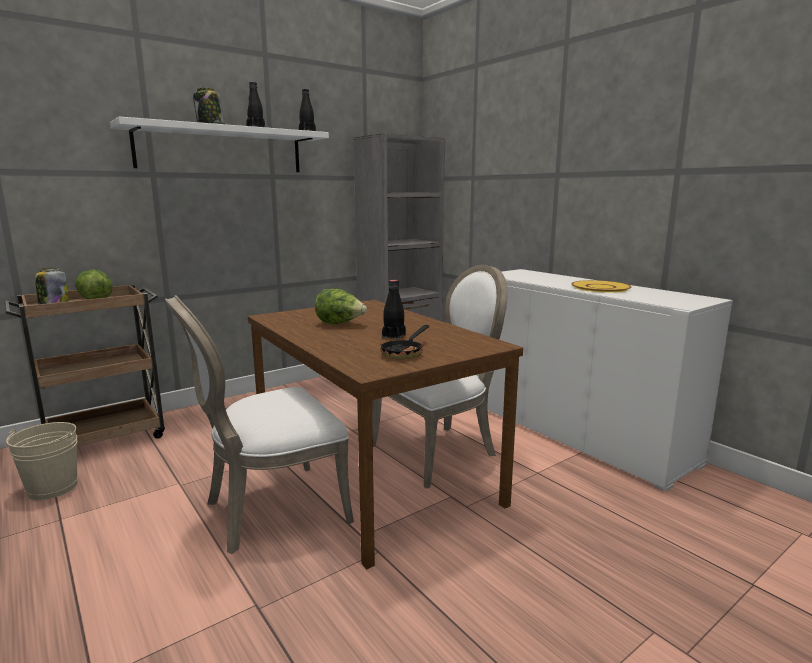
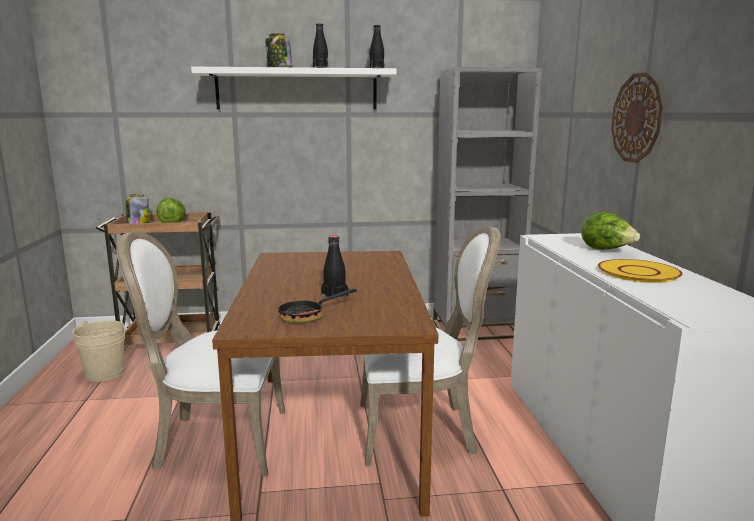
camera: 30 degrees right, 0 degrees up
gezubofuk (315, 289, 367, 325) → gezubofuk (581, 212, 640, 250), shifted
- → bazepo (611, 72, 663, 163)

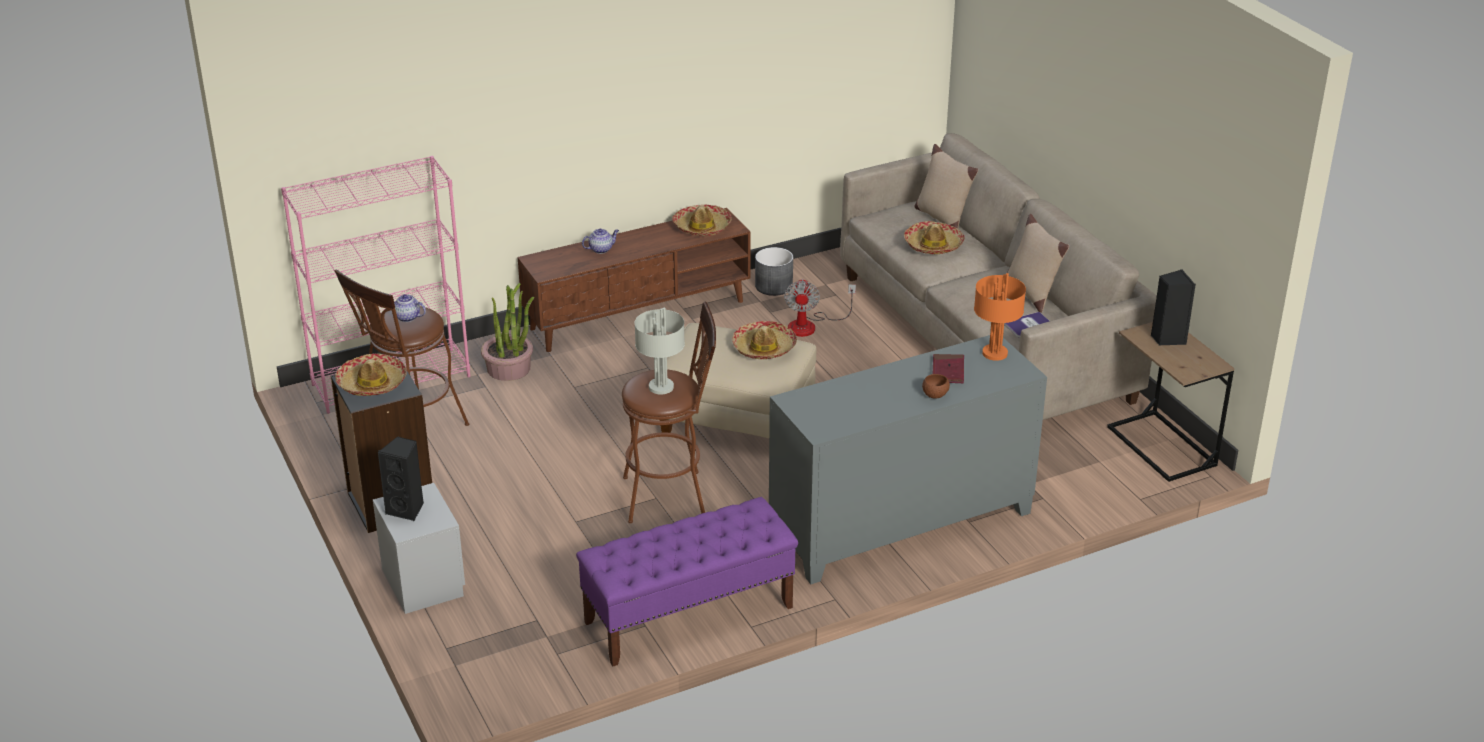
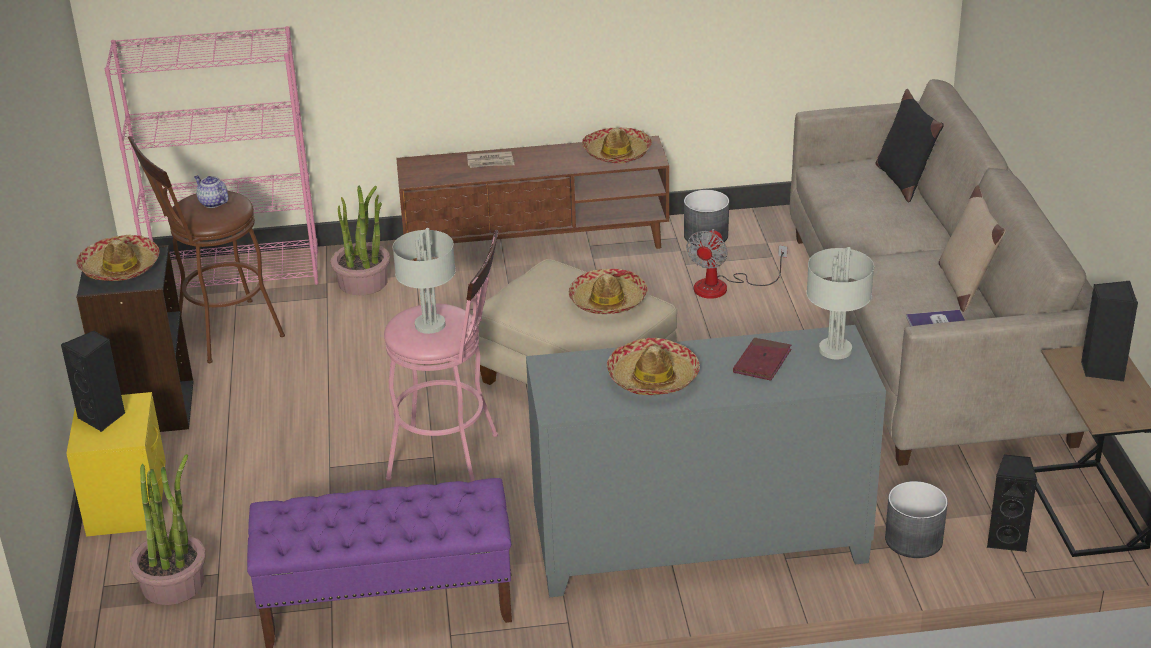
camera: 20 degrees right, 0 degrees up
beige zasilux (914, 144, 978, 229) → black zasilux (876, 89, 943, 202)
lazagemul (904, 221, 965, 254) → lazagemul (607, 338, 700, 395), shifted
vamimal (582, 229, 619, 254) → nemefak (467, 151, 514, 168)
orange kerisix (974, 273, 1026, 361) → grey kerisix (807, 247, 874, 359)
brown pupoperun (622, 302, 716, 523) → pink pupoperun (384, 230, 499, 482)
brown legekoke (922, 374, 950, 399) → -
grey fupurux (373, 483, 465, 614) → yellow fupurux (66, 392, 166, 537)
- → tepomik (129, 454, 206, 605)
- → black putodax (986, 454, 1037, 552)
- → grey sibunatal (885, 481, 948, 558)

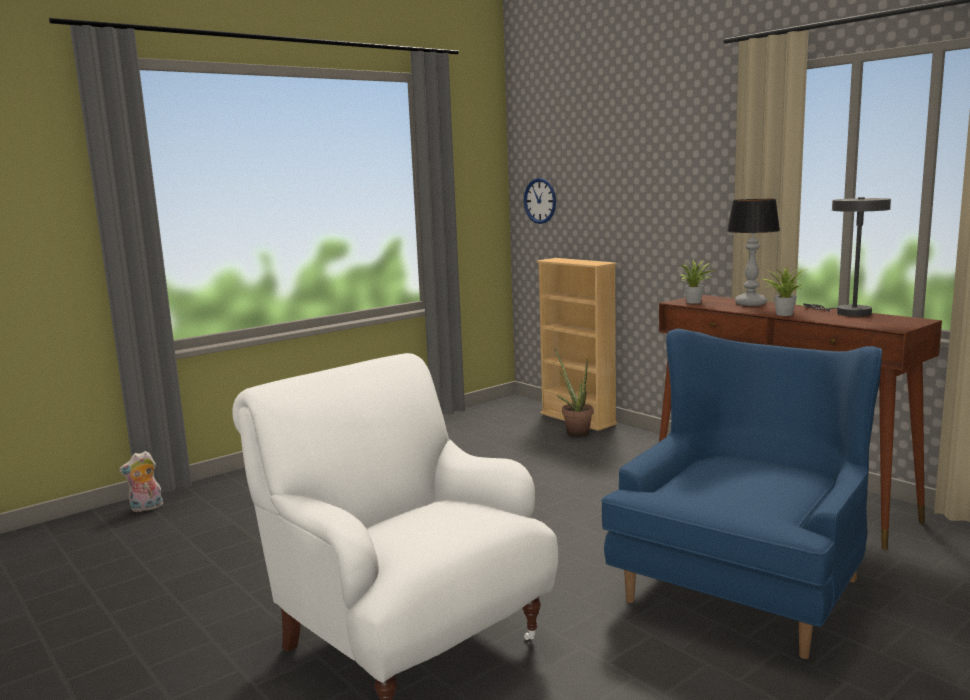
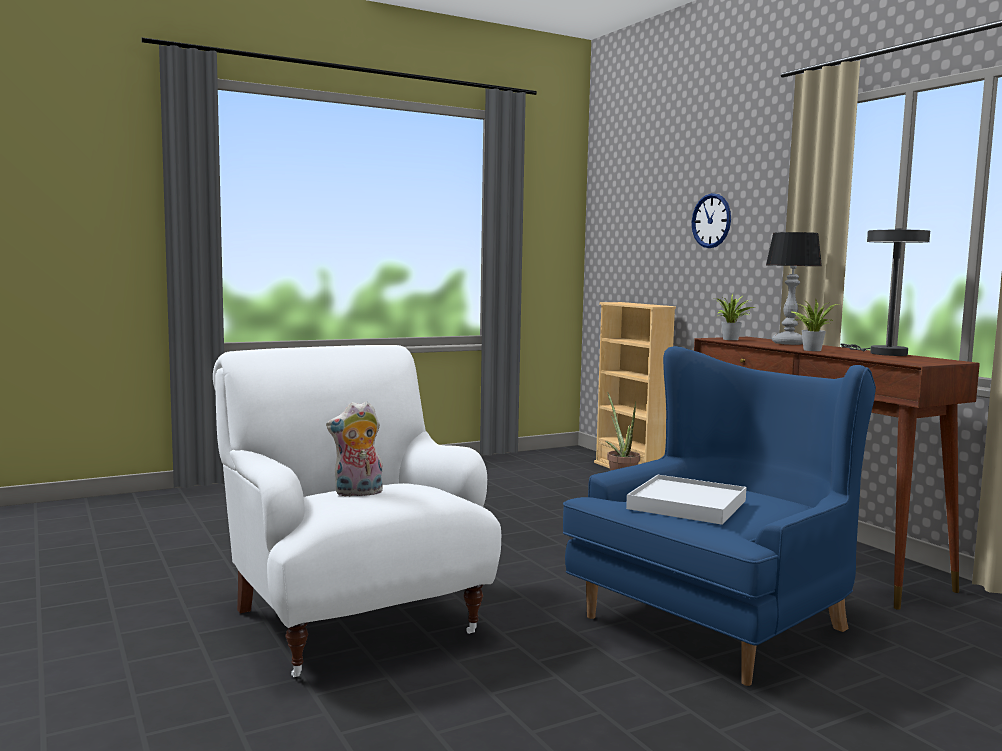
camera: 10 degrees right, 5 degrees down
bazepo (524, 178, 556, 224) → bazepo (692, 193, 731, 248), shifted
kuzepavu (119, 451, 163, 513) → kuzepavu (326, 401, 383, 497), shifted
- → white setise (626, 475, 746, 525)

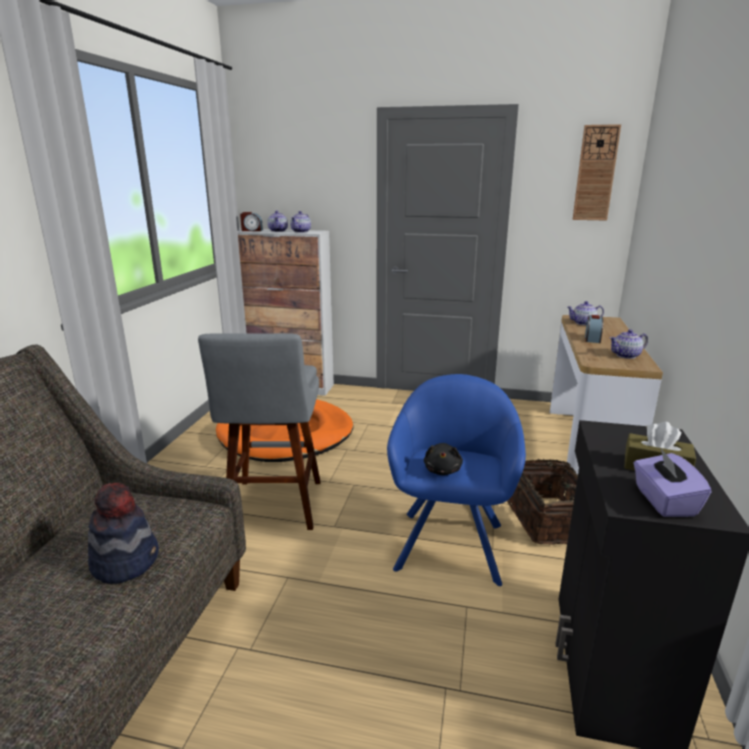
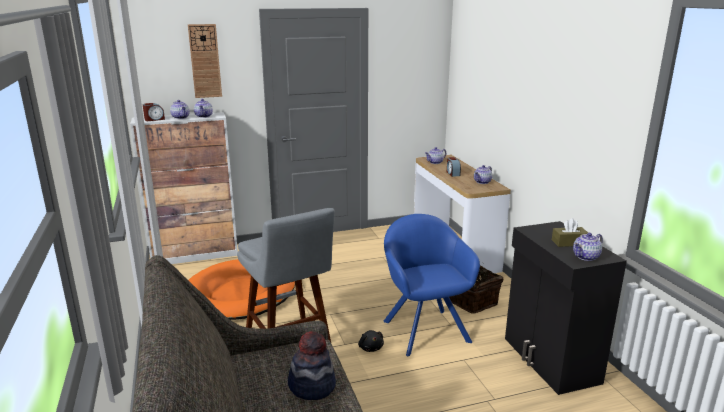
camera: 30 degrees left, 0 degrees up
bazepo (572, 124, 621, 221) → bazepo (188, 24, 222, 98), shifted
black kuzepavu (424, 443, 463, 475) → black kuzepavu (358, 330, 384, 352), shifted
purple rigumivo (634, 449, 711, 517) → vamimal (573, 233, 603, 261)

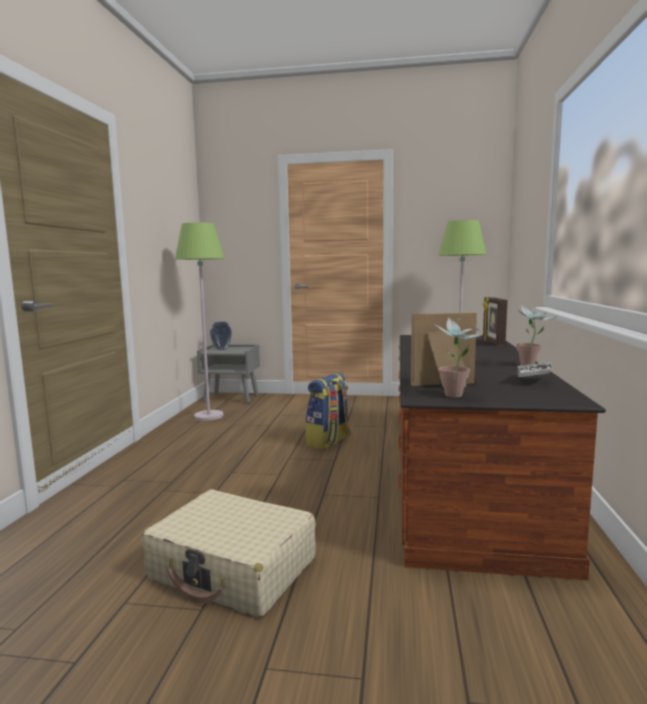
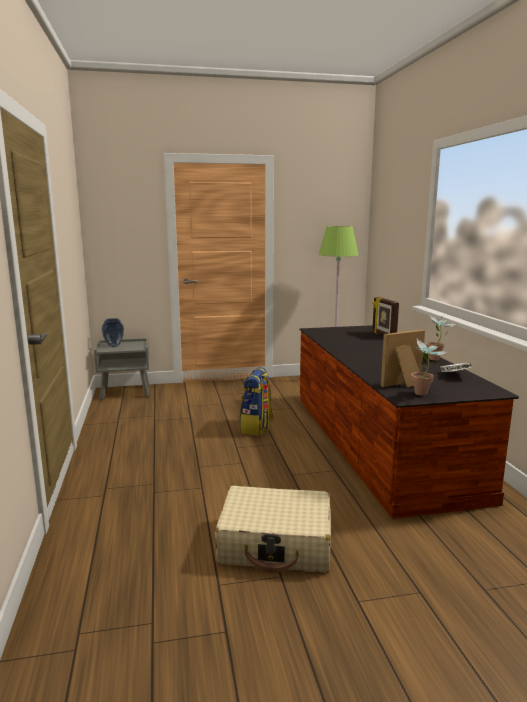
camera: 20 degrees left, 5 degrees up
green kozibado (175, 222, 225, 421) → -

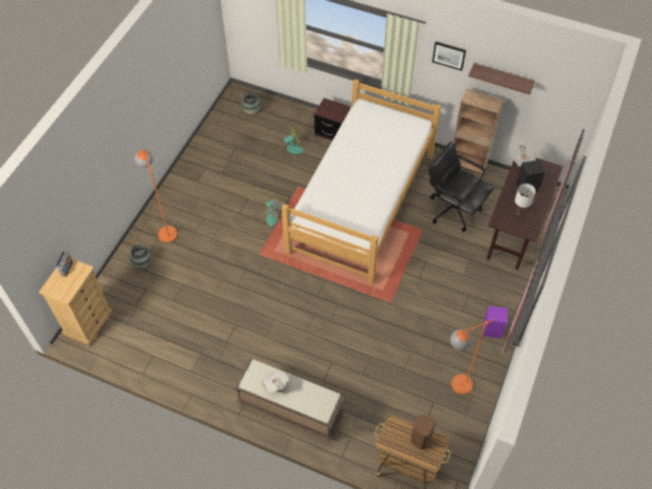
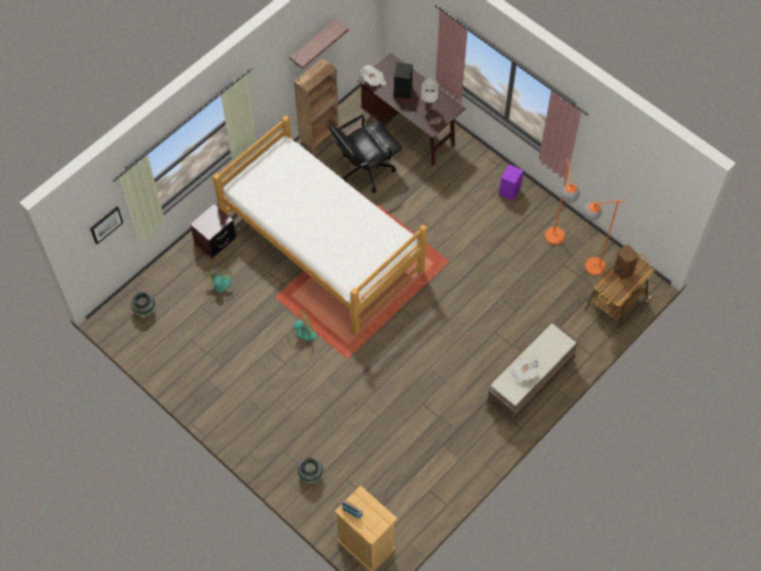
camera: 70 degrees left, 5 degrees up
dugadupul (432, 41, 466, 71) → dugadupul (90, 207, 123, 244), shifted
orange kozibado (135, 150, 177, 243) → orange kozibado (583, 200, 626, 276), shifted

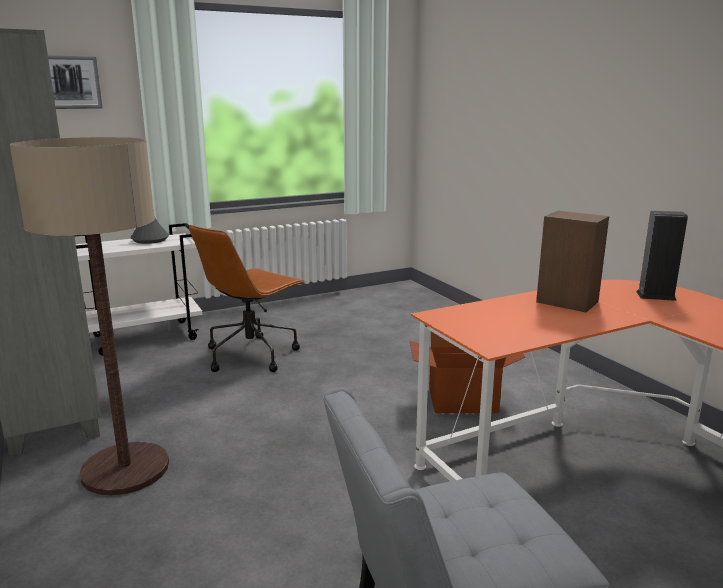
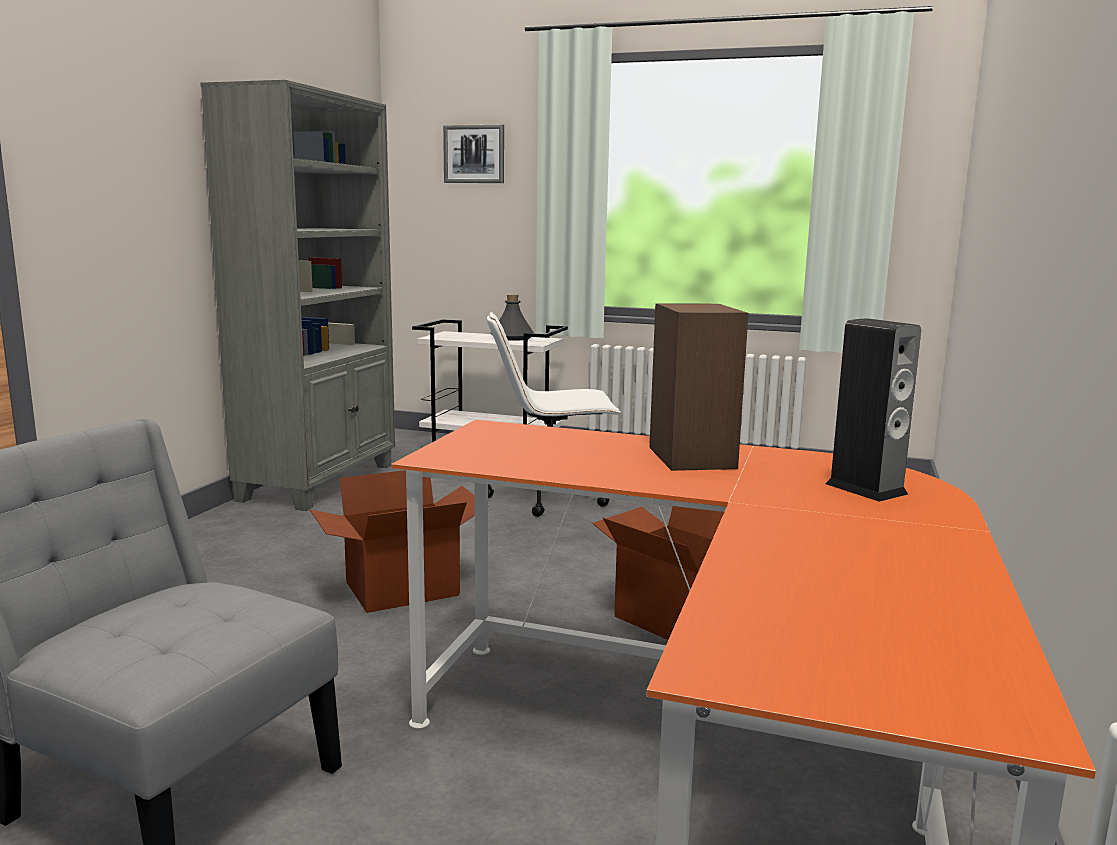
camera: 45 degrees right, 5 degrees down
kozibado (10, 137, 169, 496) → -
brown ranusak (189, 225, 305, 372) → white ranusak (487, 312, 621, 517)
- → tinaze (310, 470, 489, 613)

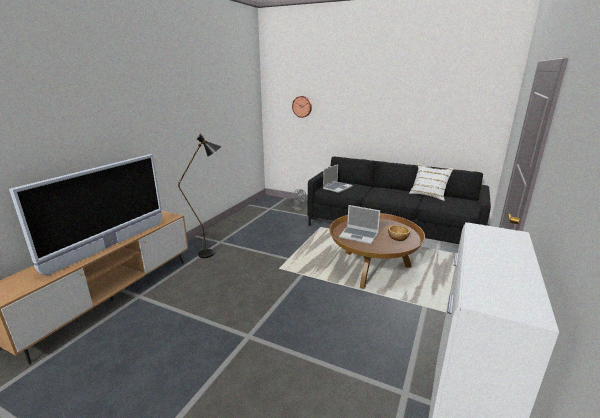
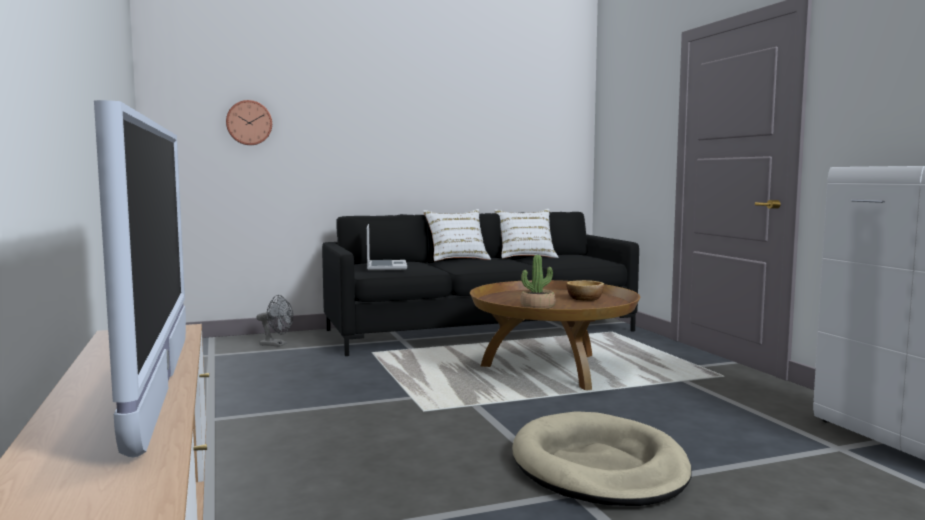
camera: 45 degrees left, 15 degrees down
black kozibado (178, 134, 221, 258) → -
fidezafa (339, 205, 380, 244) → tepomik (520, 255, 555, 309)
- → white zasilux (423, 209, 491, 261)
- → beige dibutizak (512, 411, 692, 506)

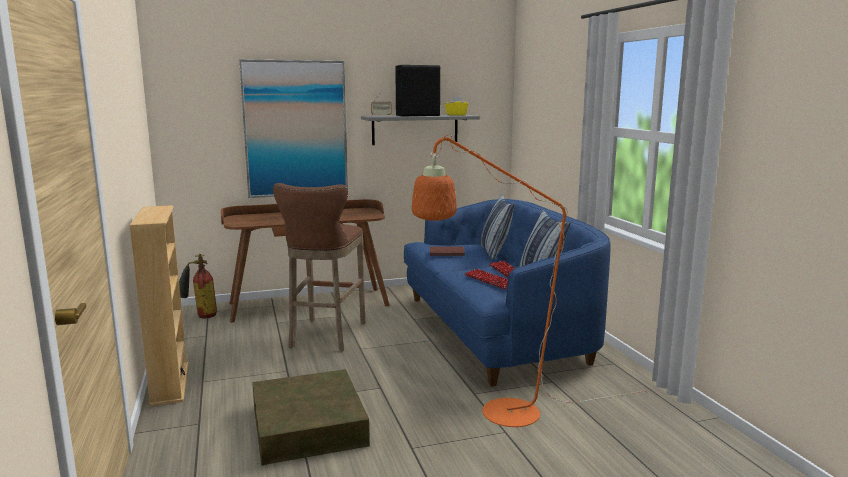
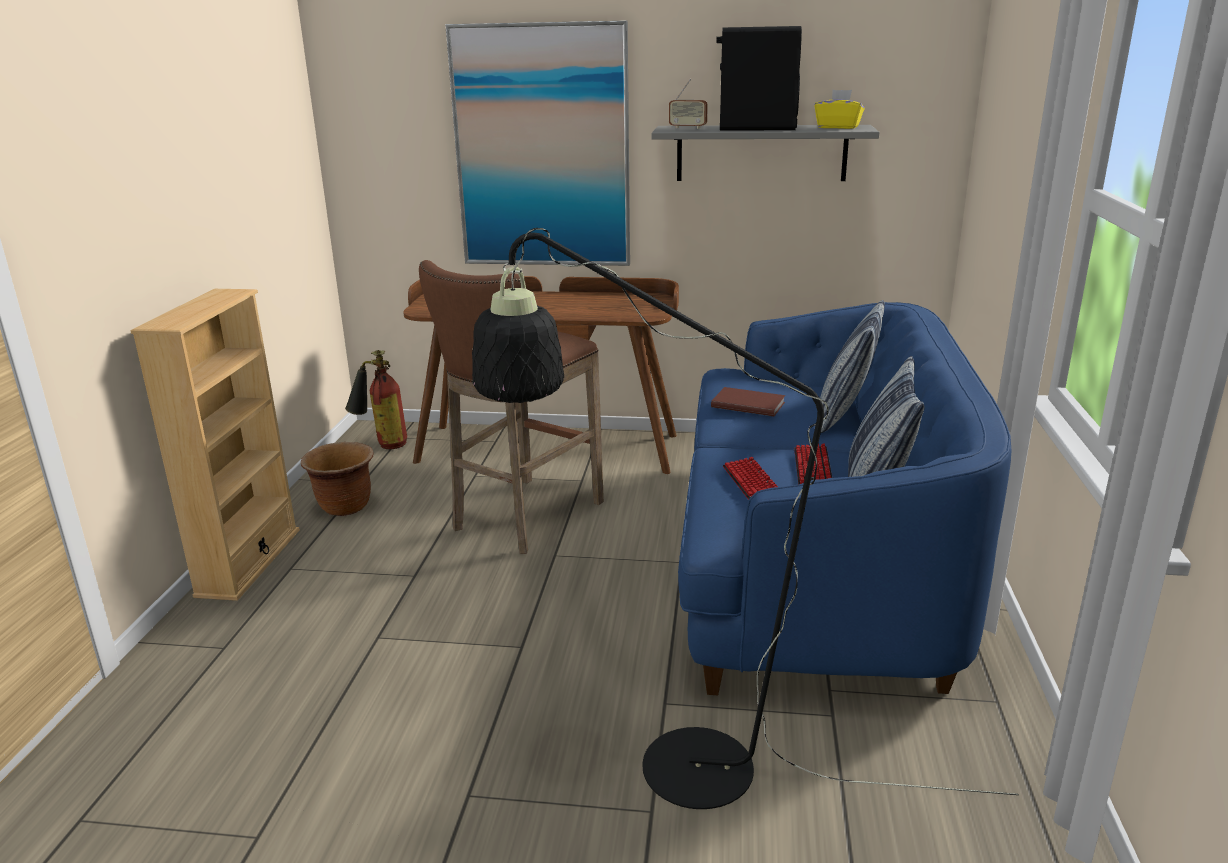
camera: 25 degrees right, 10 degrees up
orange kozibado (412, 135, 647, 427) → black kozibado (472, 228, 1019, 809)
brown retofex (252, 369, 370, 466) → -
- → brown sibunatal (301, 442, 374, 516)

